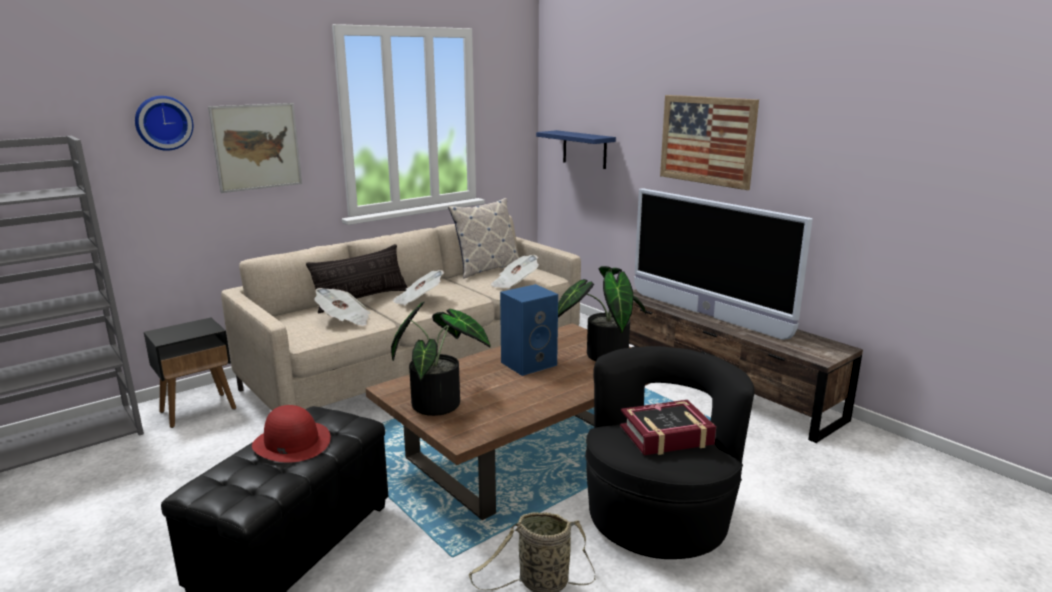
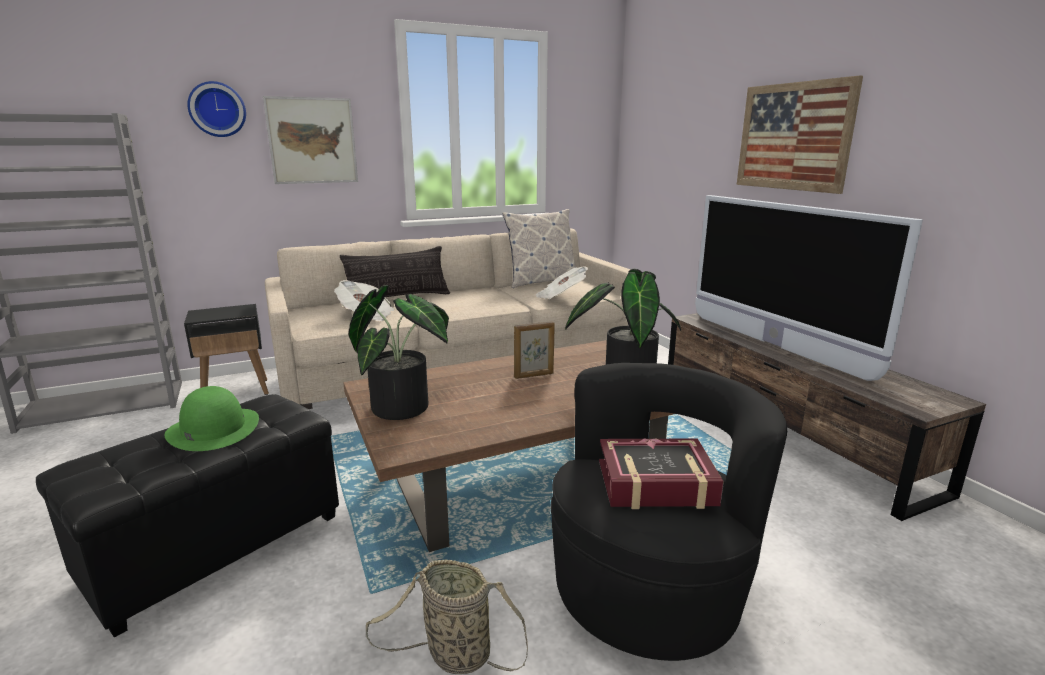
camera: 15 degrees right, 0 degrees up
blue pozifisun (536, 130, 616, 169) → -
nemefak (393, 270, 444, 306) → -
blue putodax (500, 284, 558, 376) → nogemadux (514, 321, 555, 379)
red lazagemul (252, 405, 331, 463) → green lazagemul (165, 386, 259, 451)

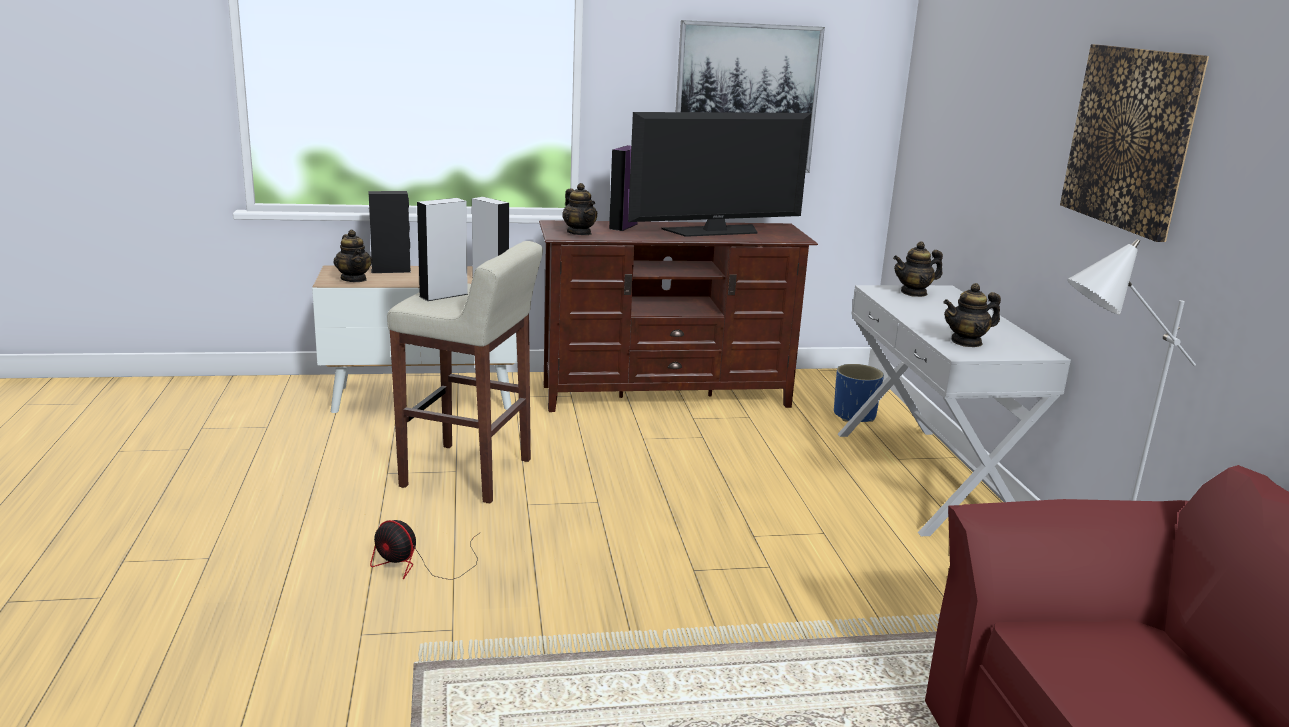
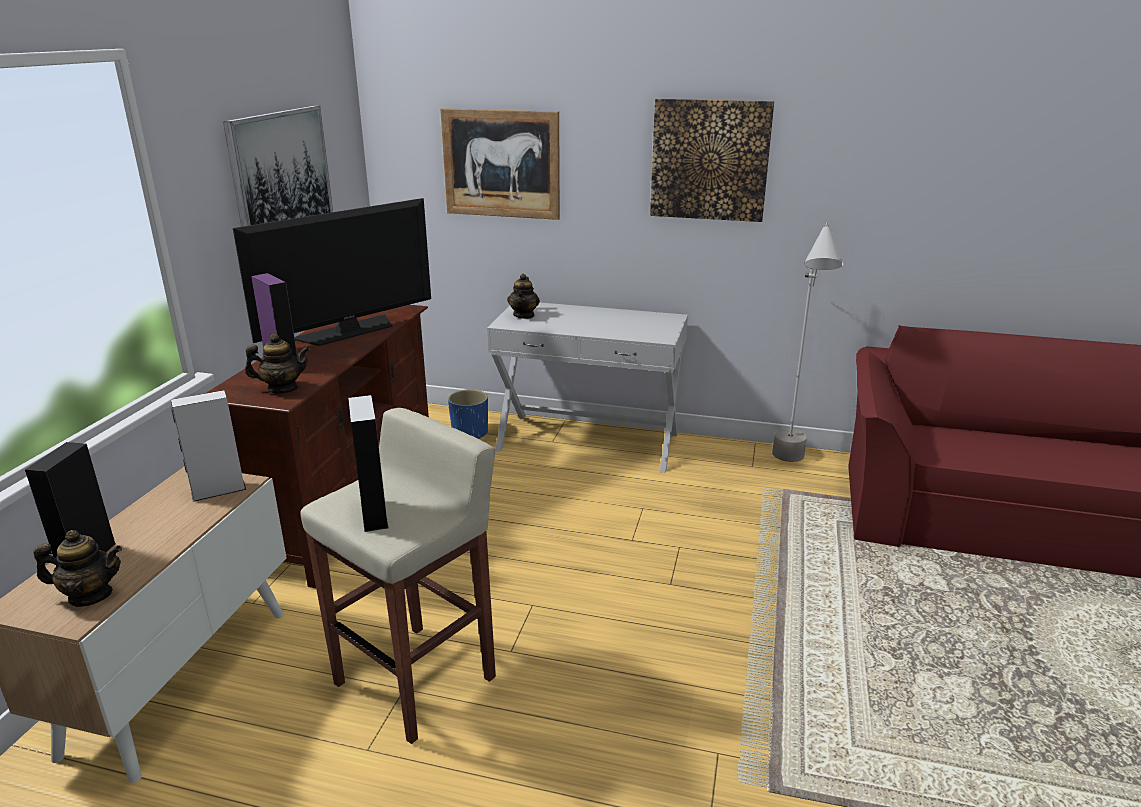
camera: 65 degrees left, 5 degrees up
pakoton (628, 112, 812, 237) → pakoton (233, 198, 431, 346), 45 degrees clockwise
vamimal (943, 283, 1001, 347) → -
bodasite (370, 520, 481, 580) → -
- → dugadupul (440, 108, 560, 220)

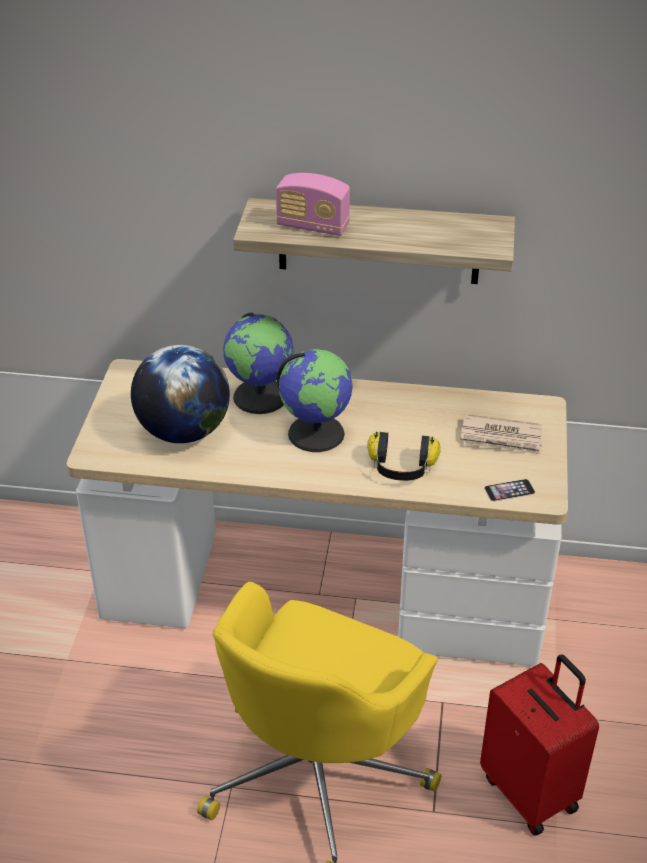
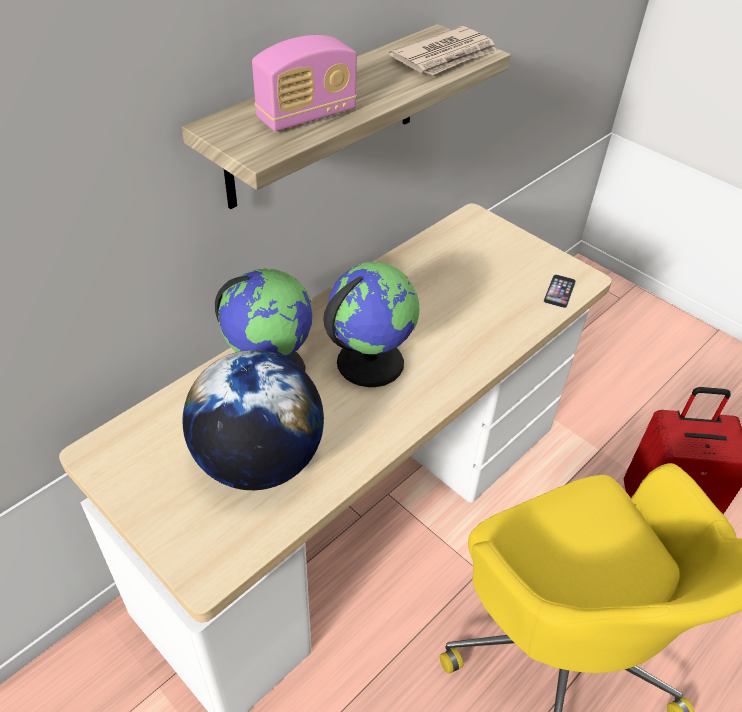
camera: 55 degrees left, 5 degrees up
nemefak (460, 414, 542, 455) → nemefak (389, 26, 497, 75), shifted
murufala (367, 432, 441, 481) → -

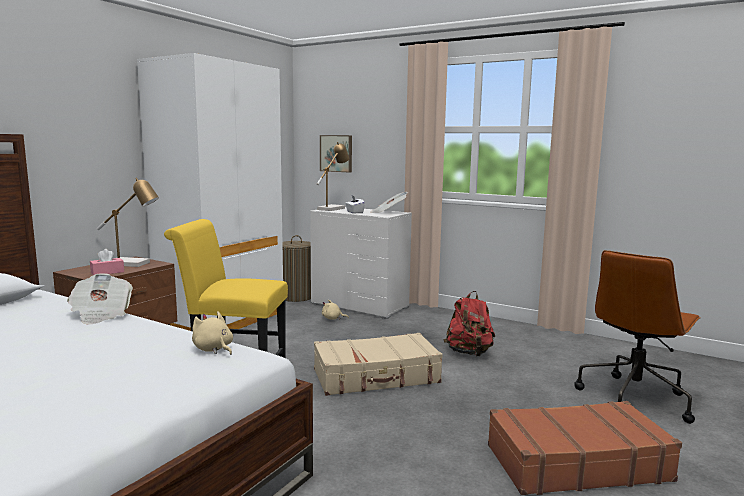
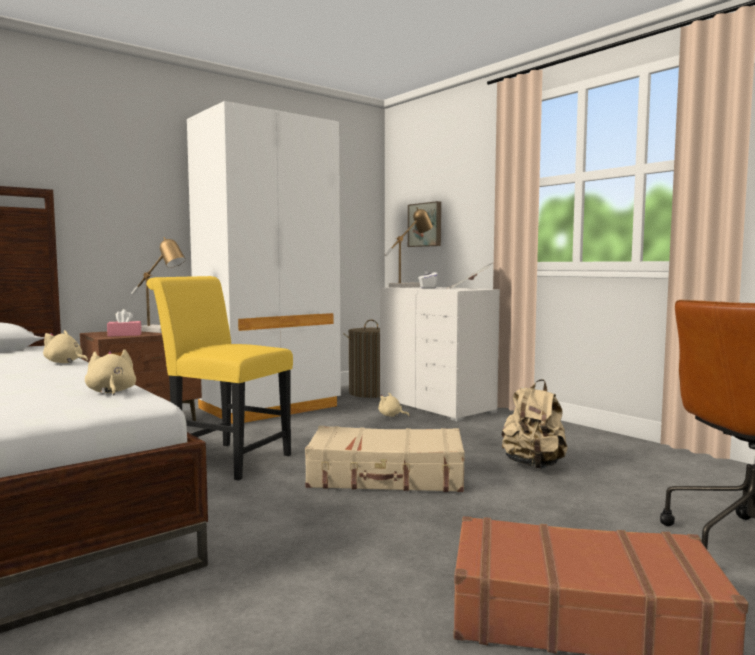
camera: 20 degrees right, 5 degrees down
nemefak (67, 273, 133, 325) → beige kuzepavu (43, 330, 88, 363)
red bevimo (444, 291, 495, 357) → beige bevimo (501, 379, 568, 469)

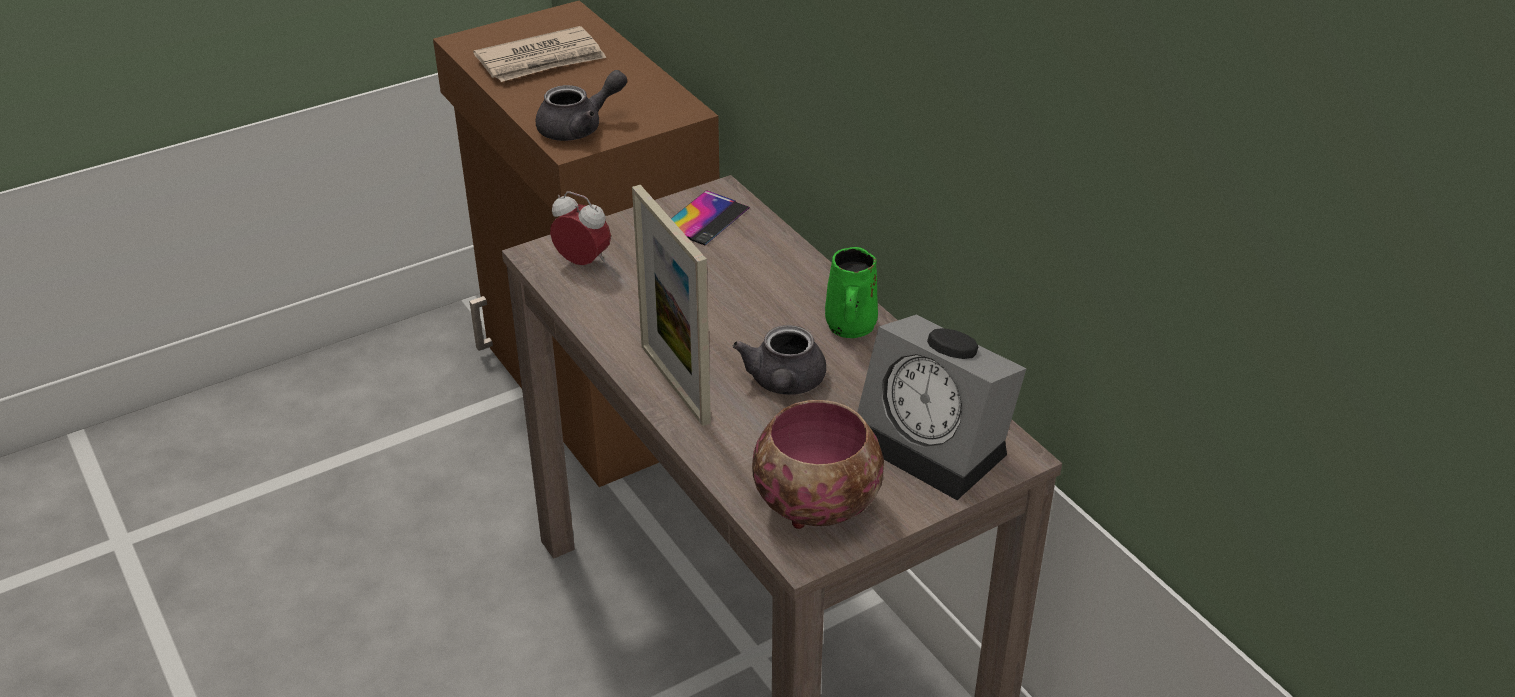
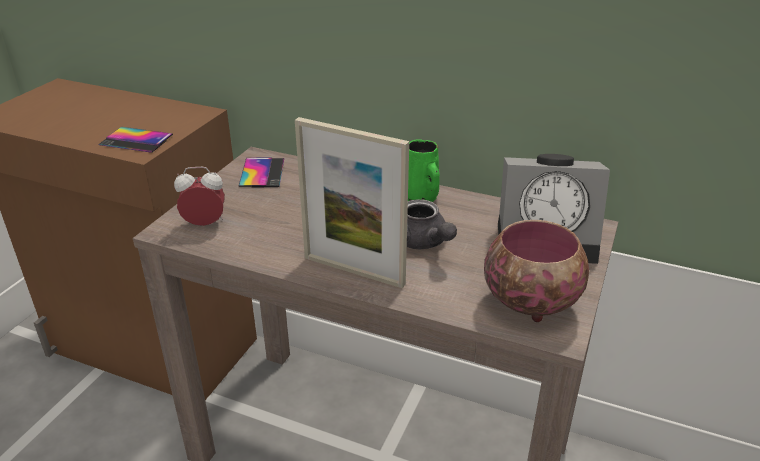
camera: 35 degrees left, 5 degrees down
nemefak (473, 26, 606, 82) → -
grey vamimal (535, 70, 627, 141) → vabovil (99, 127, 173, 153)

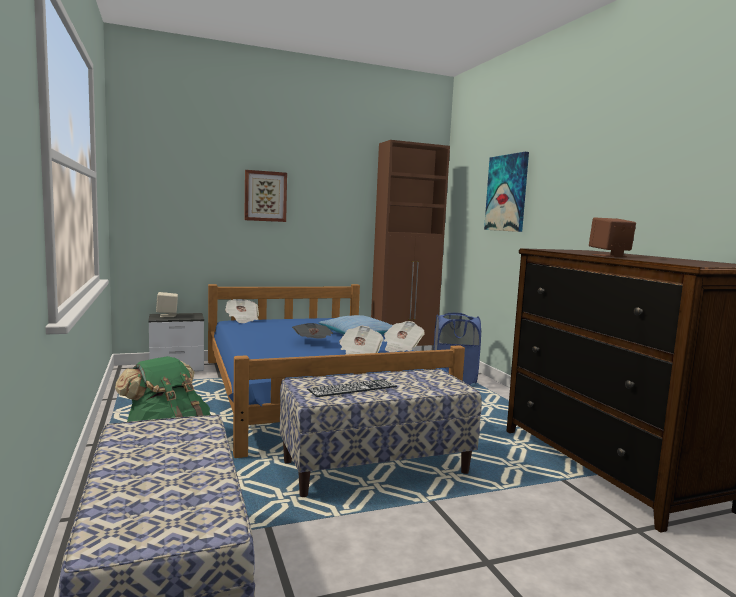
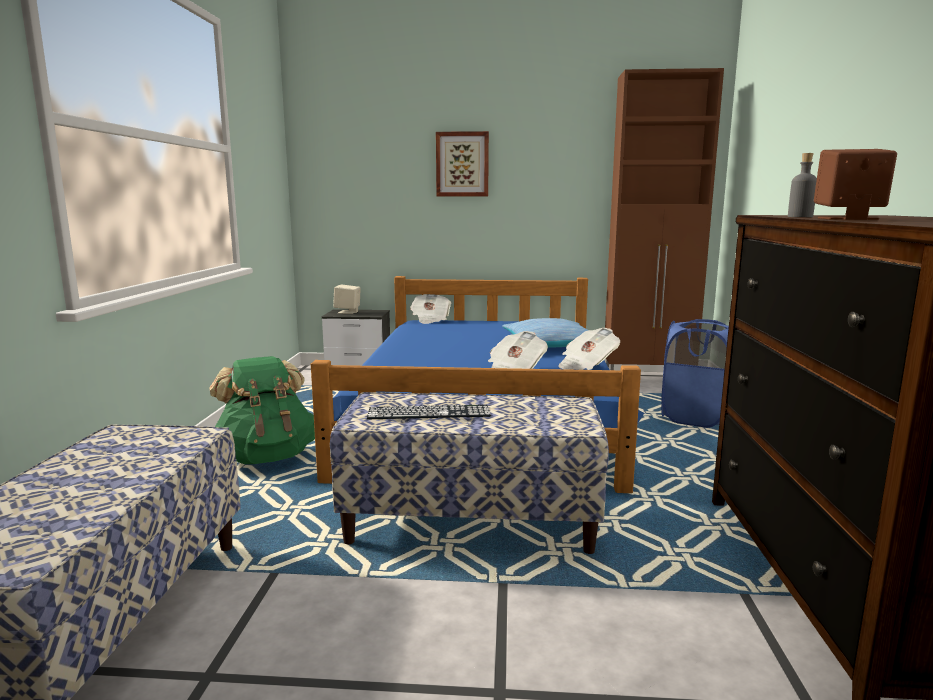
camera: 25 degrees right, 5 degrees up
dugadupul (484, 152, 529, 232) → -
nemefak (292, 323, 333, 339) → -
- → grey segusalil (788, 153, 817, 217)

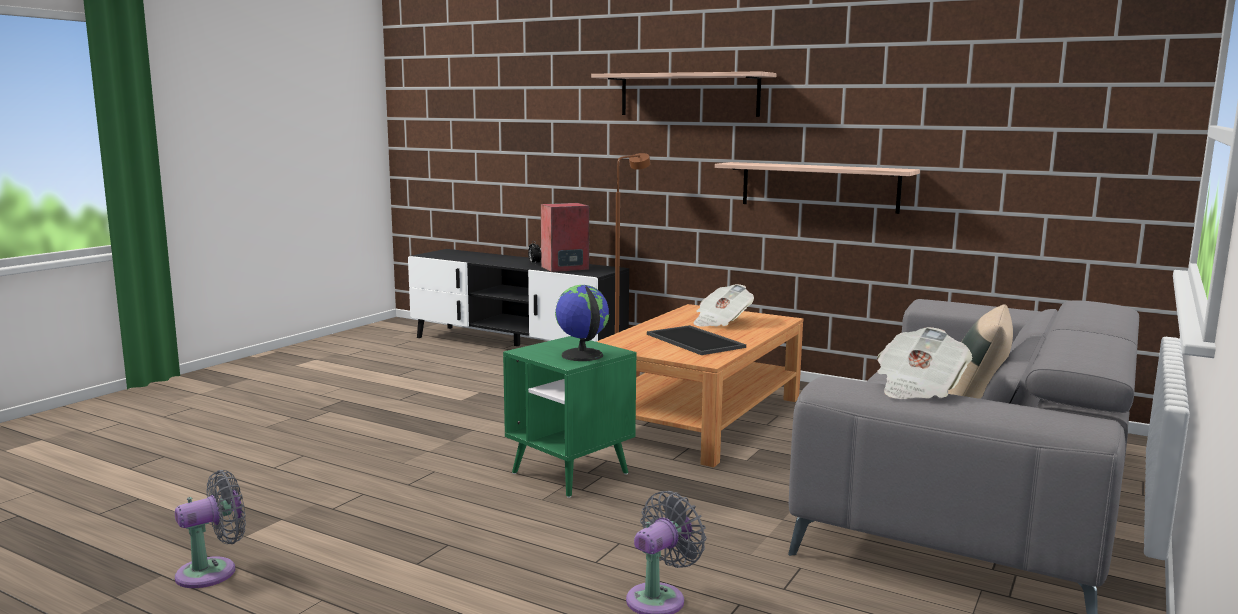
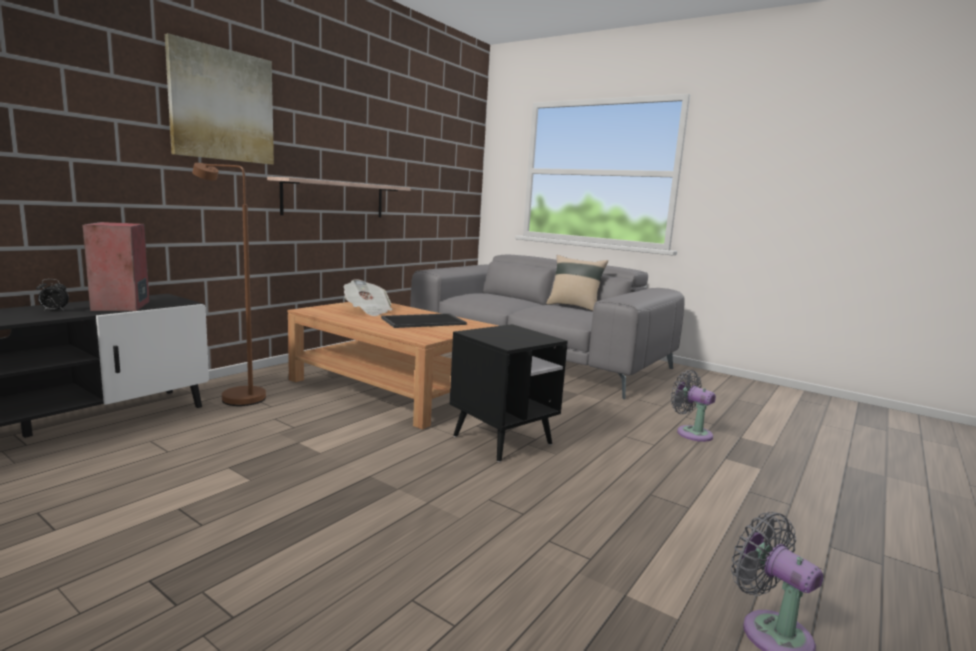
camera: 85 degrees left, 0 degrees up
pozifisun (591, 71, 777, 117) → dugadupul (165, 33, 274, 165)
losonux (555, 285, 609, 361) → -
nemefak (877, 327, 972, 399) → -
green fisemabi (503, 336, 636, 498) → black fisemabi (450, 324, 568, 462)

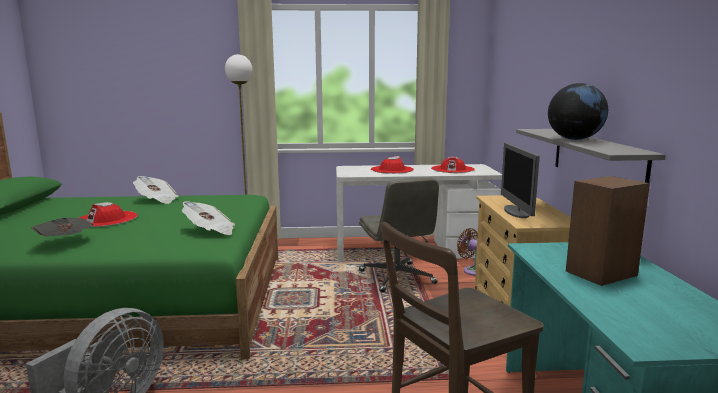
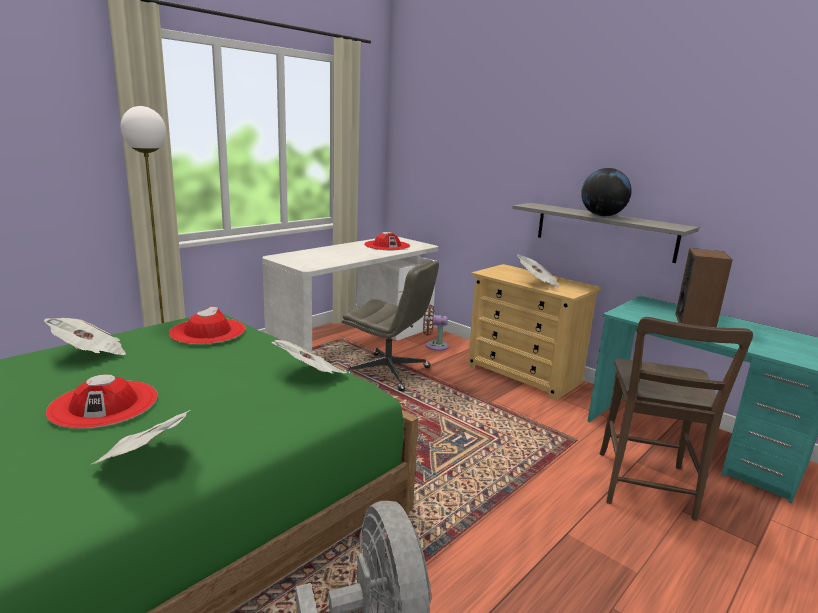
camera: 45 degrees left, 5 degrees up
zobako (501, 143, 540, 218) → nemefak (517, 254, 560, 288)
red lazagemul (371, 156, 414, 174) → red lazagemul (169, 307, 245, 344), shifted

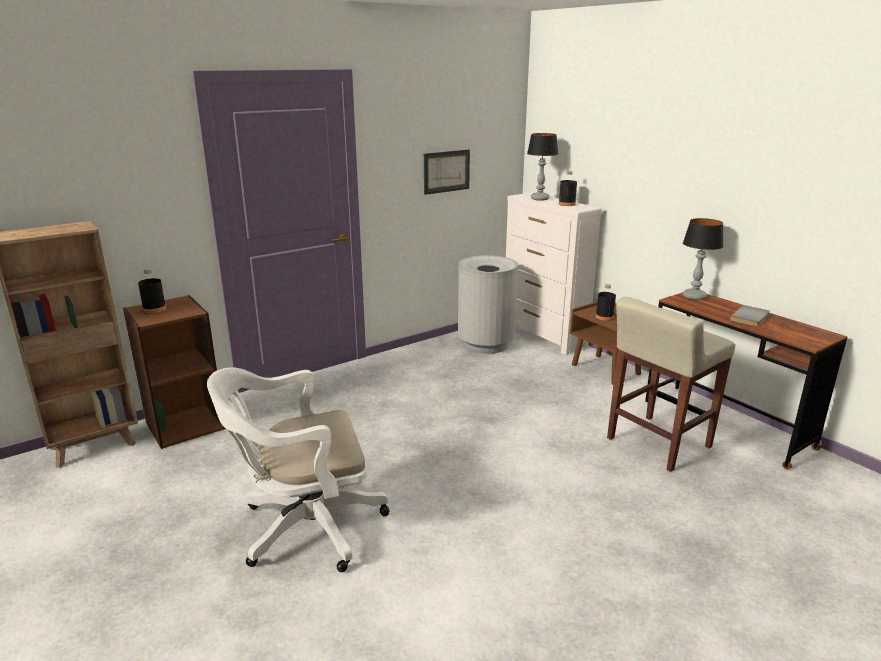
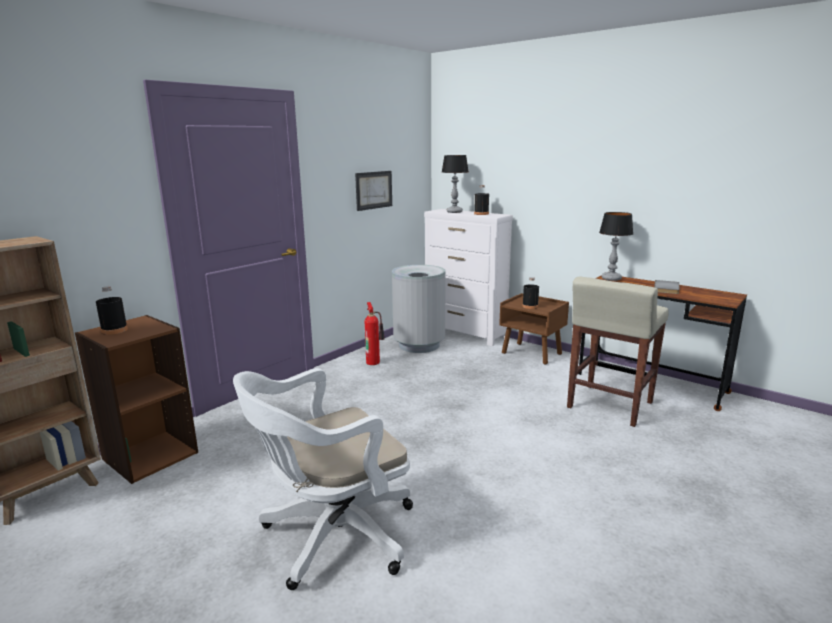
camera: 15 degrees left, 5 degrees down
- → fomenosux (365, 302, 385, 365)

